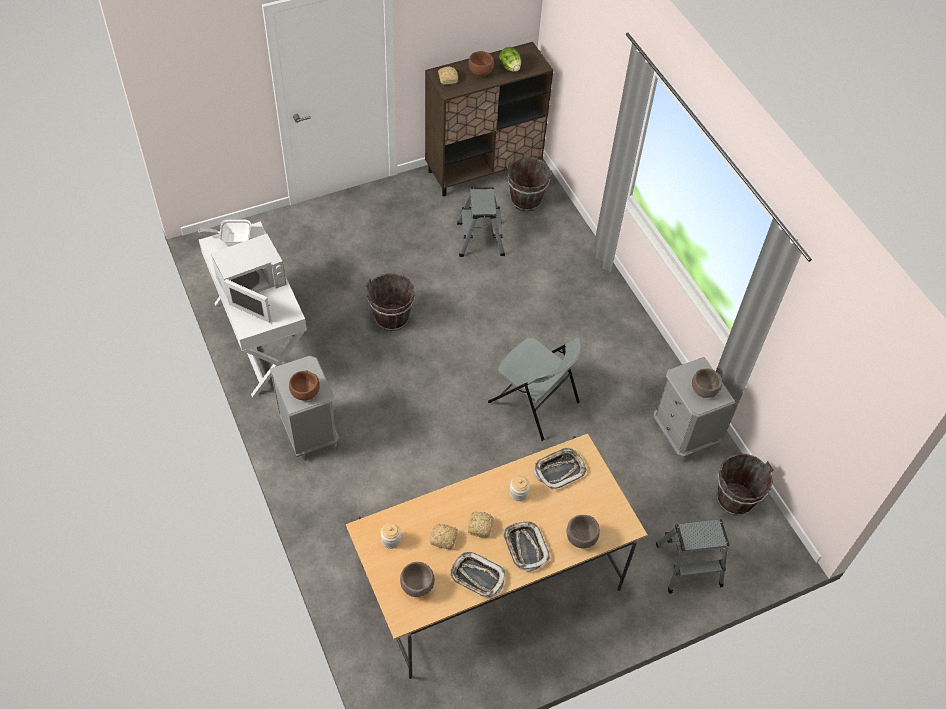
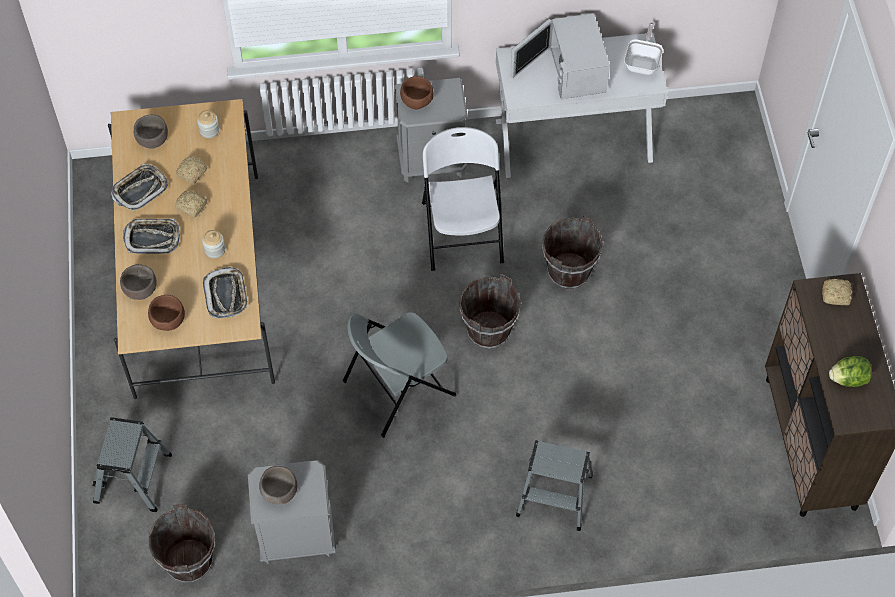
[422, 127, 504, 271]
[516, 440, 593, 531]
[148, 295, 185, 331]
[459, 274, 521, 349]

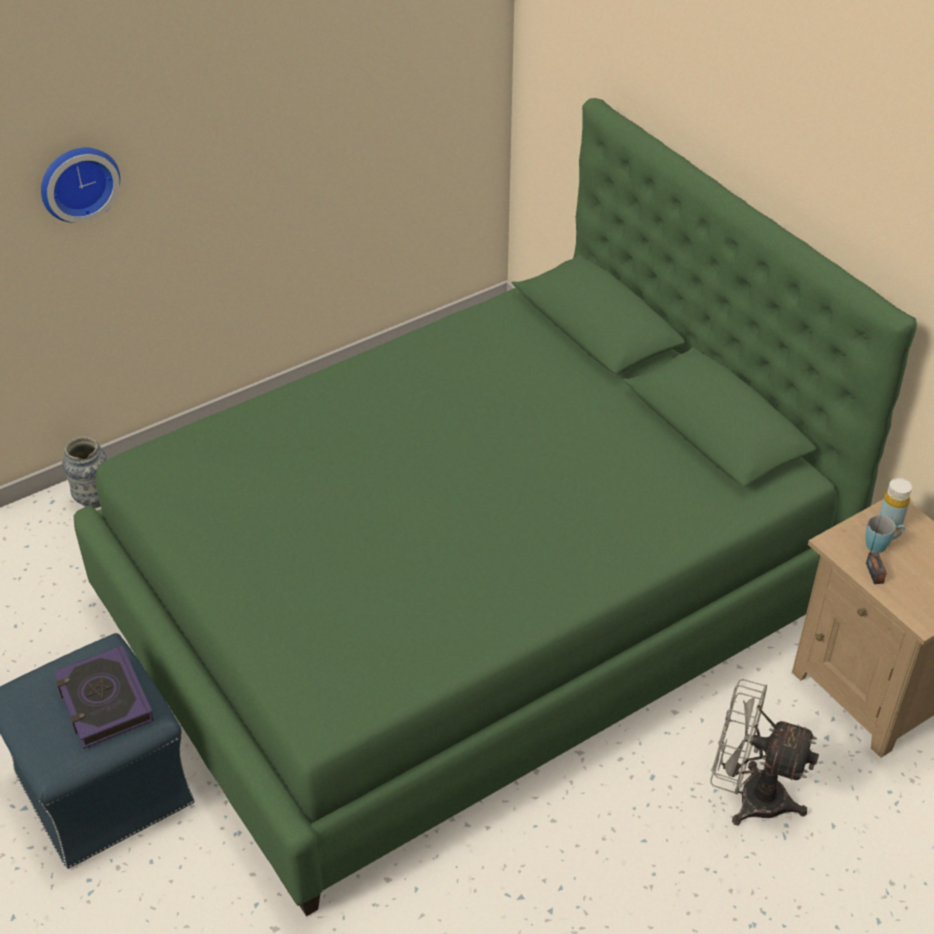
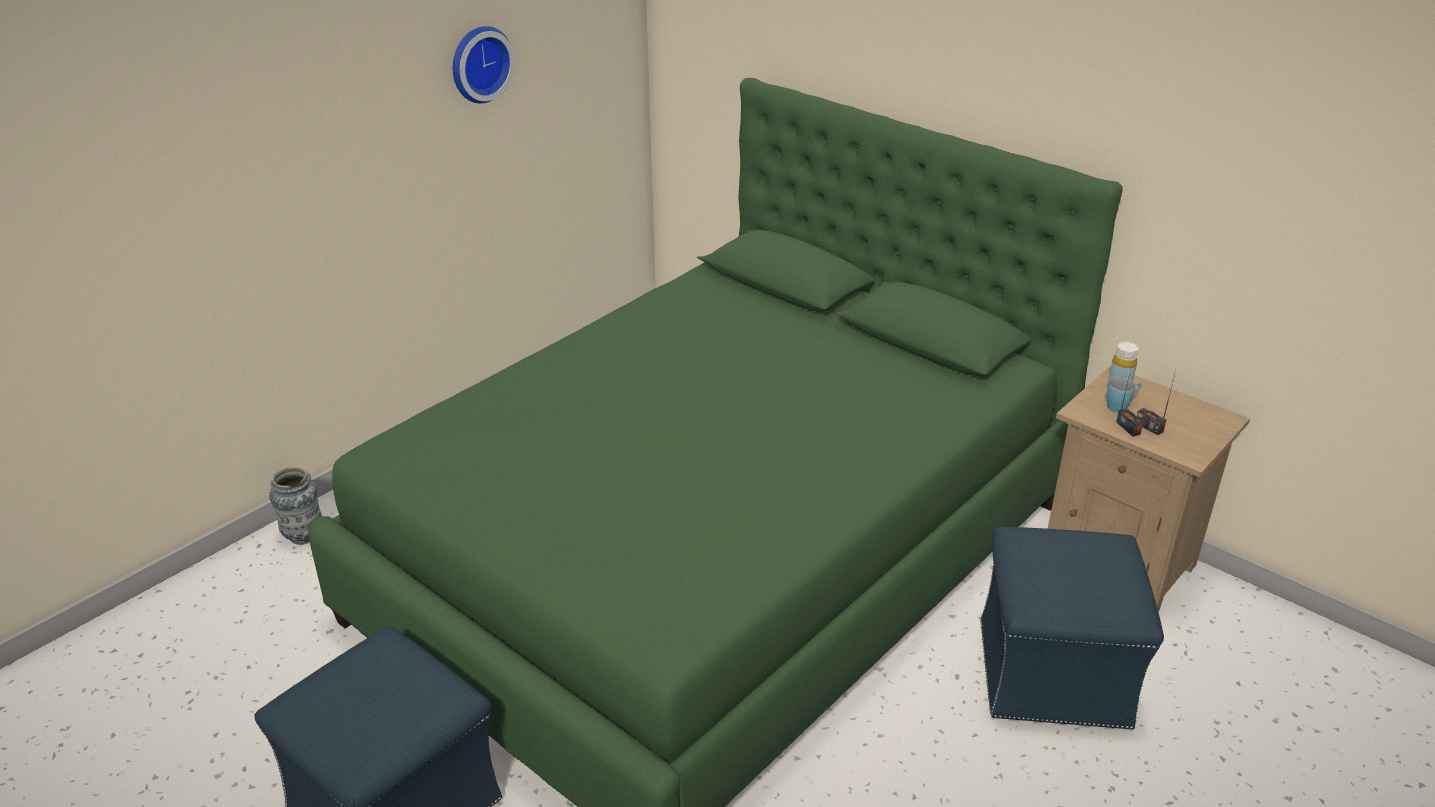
[53, 646, 154, 749] (first image)
[1137, 371, 1176, 435]
[453, 26, 515, 103]
[980, 527, 1164, 730]

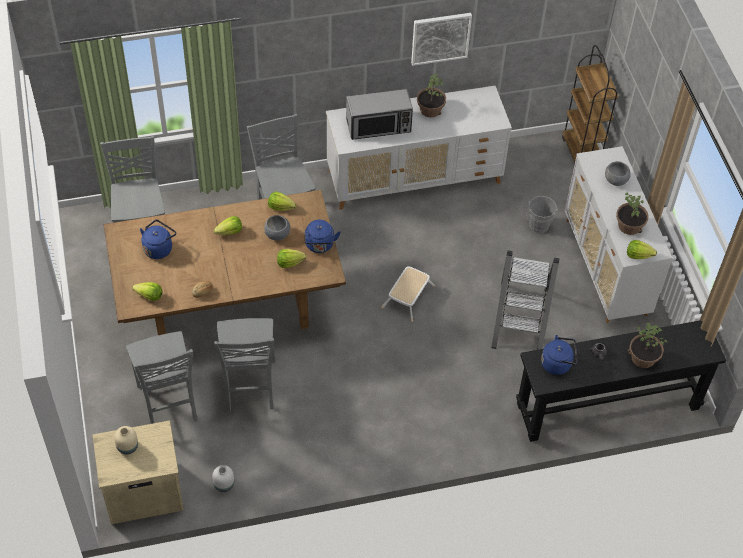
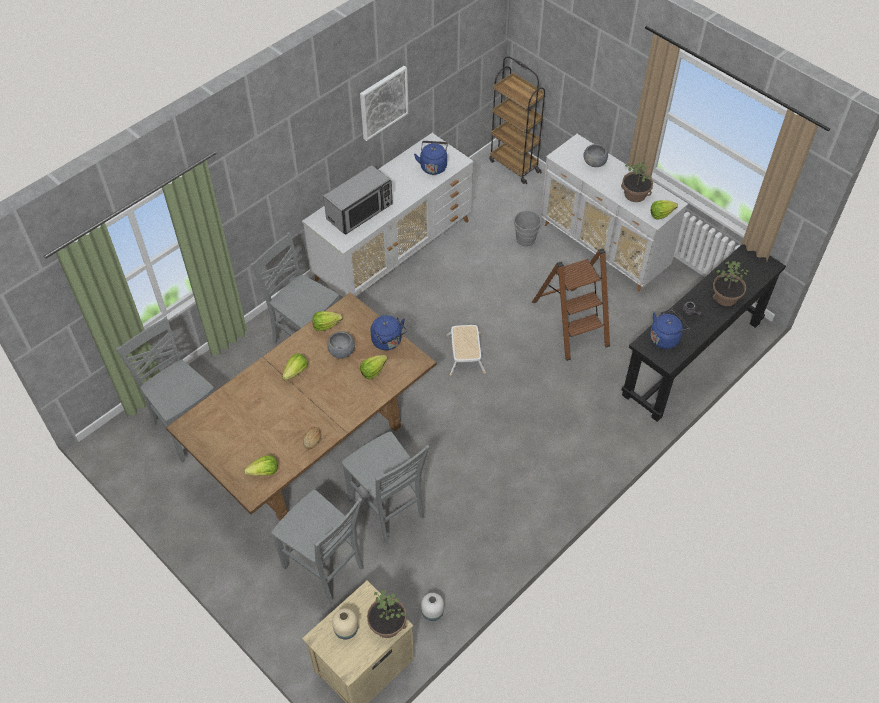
[414, 141, 448, 175]
[367, 590, 407, 638]
[532, 248, 610, 361]

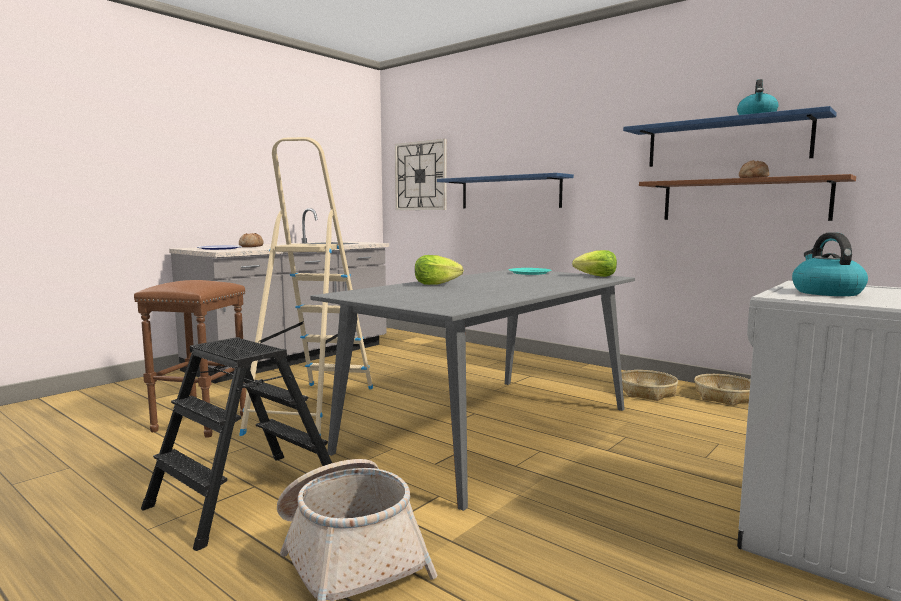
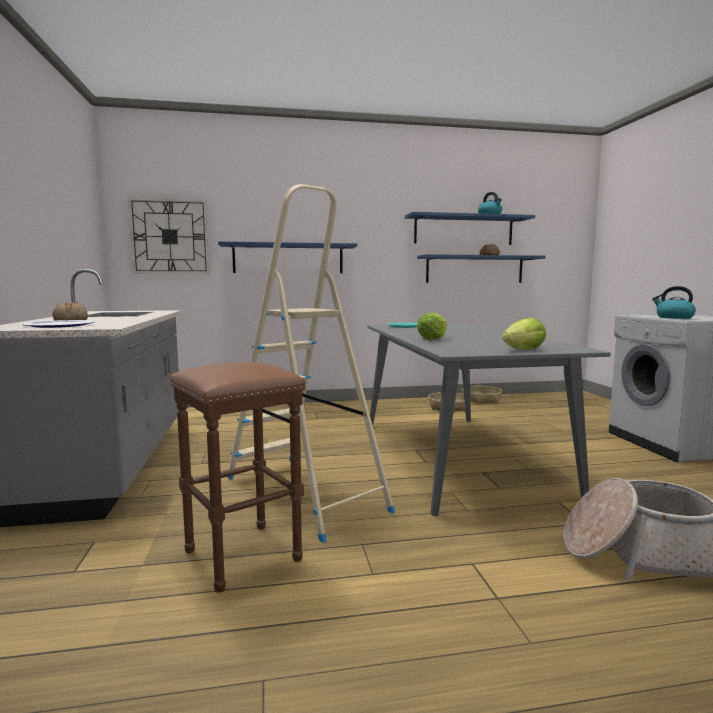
[141, 337, 332, 551] (first image)
[502, 318, 546, 350]
[417, 254, 545, 283]

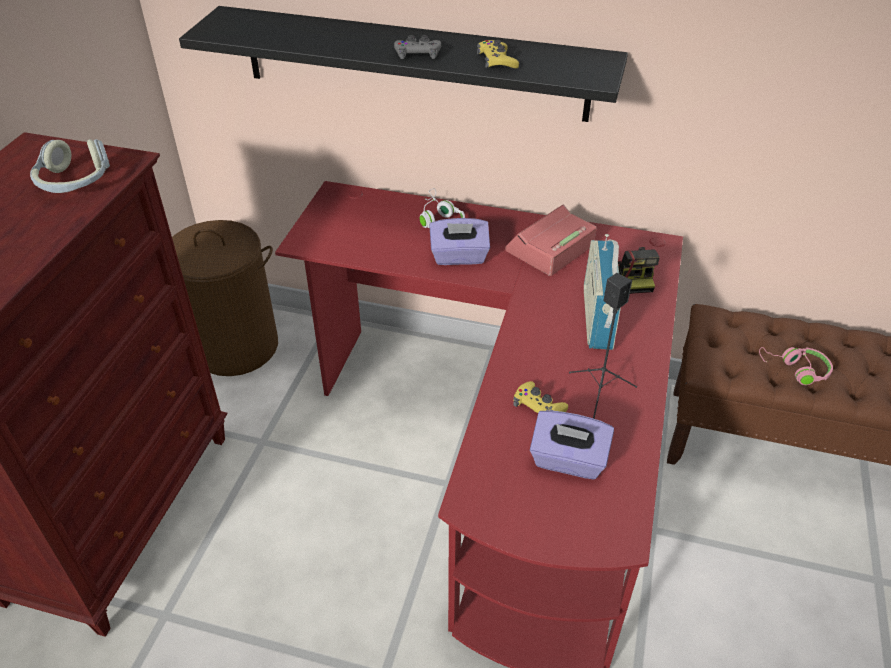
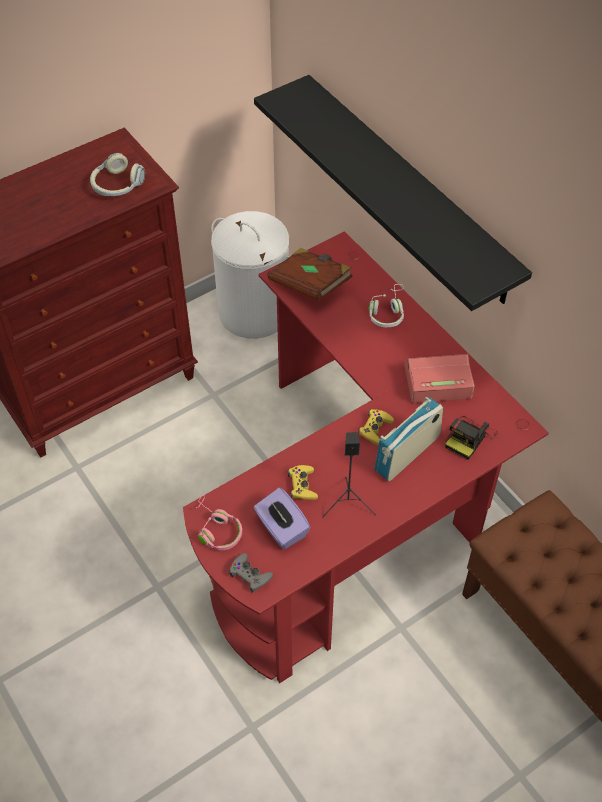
[429, 218, 490, 265] (first image)
[267, 248, 352, 301]
[229, 553, 273, 593]
[358, 409, 394, 446]
[196, 495, 242, 550]
[211, 211, 290, 339]

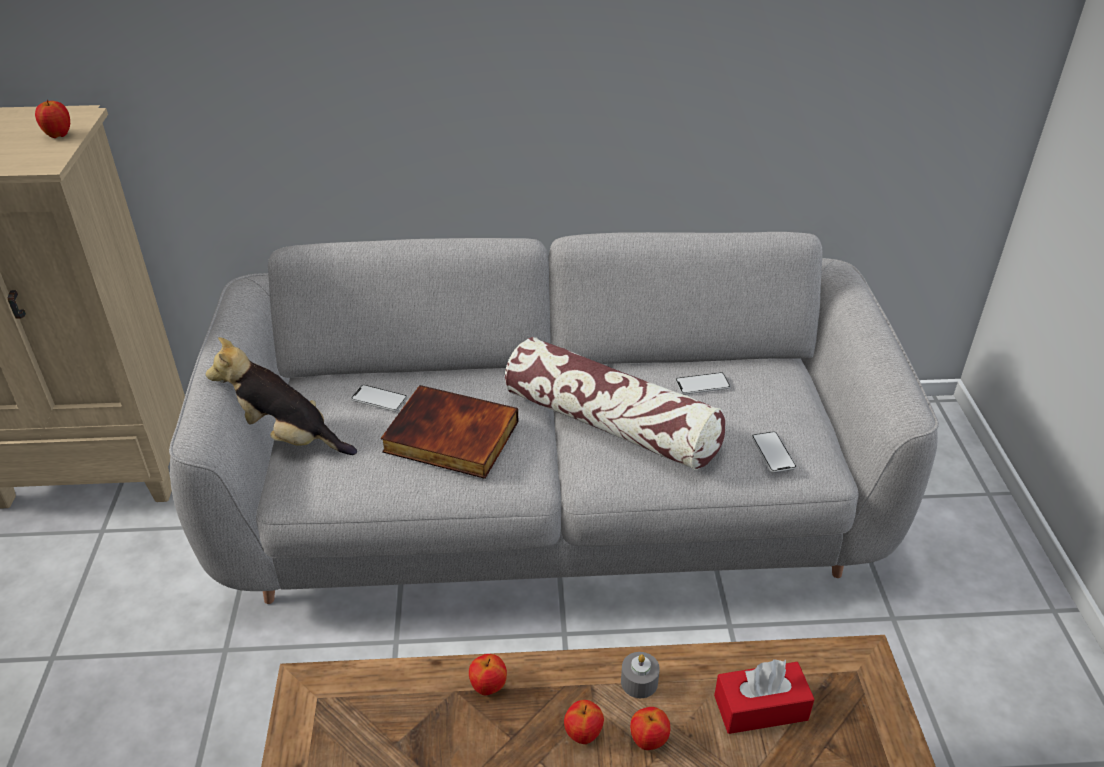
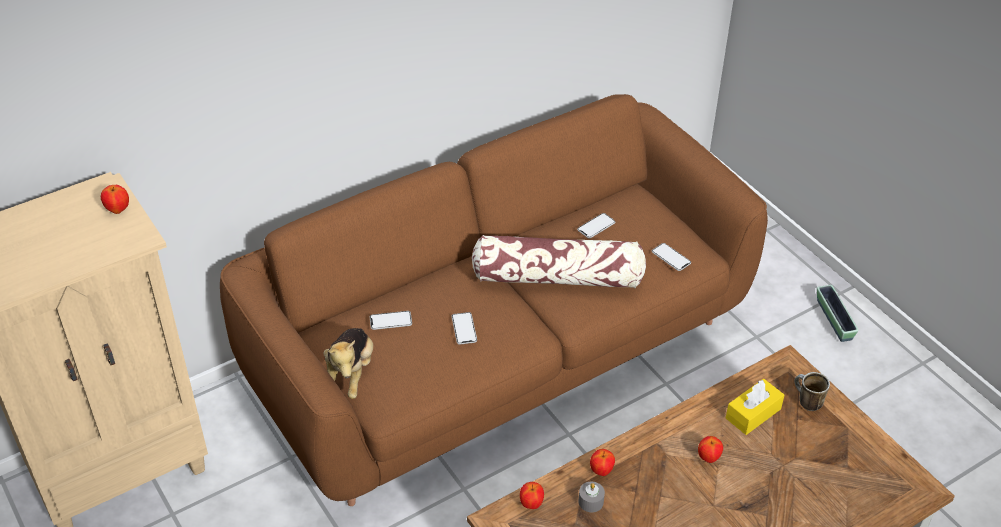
[795, 372, 830, 411]
[817, 285, 859, 342]
[520, 482, 544, 509]
[578, 482, 605, 512]
[452, 312, 477, 345]
[220, 94, 768, 506]
[726, 379, 785, 435]
[323, 328, 373, 399]

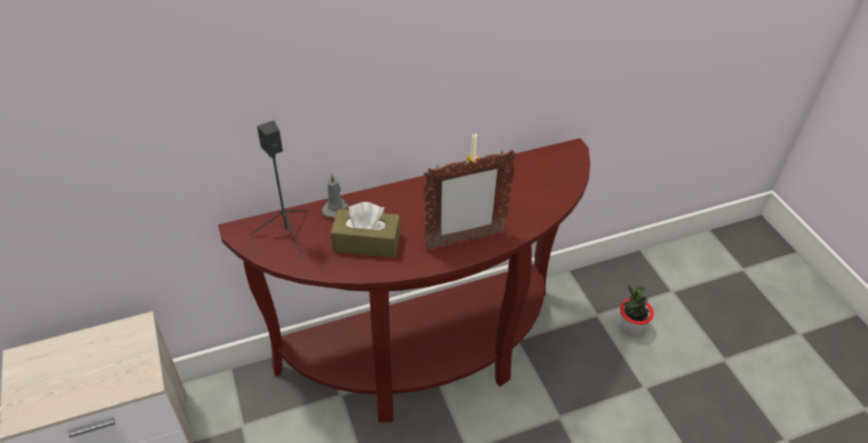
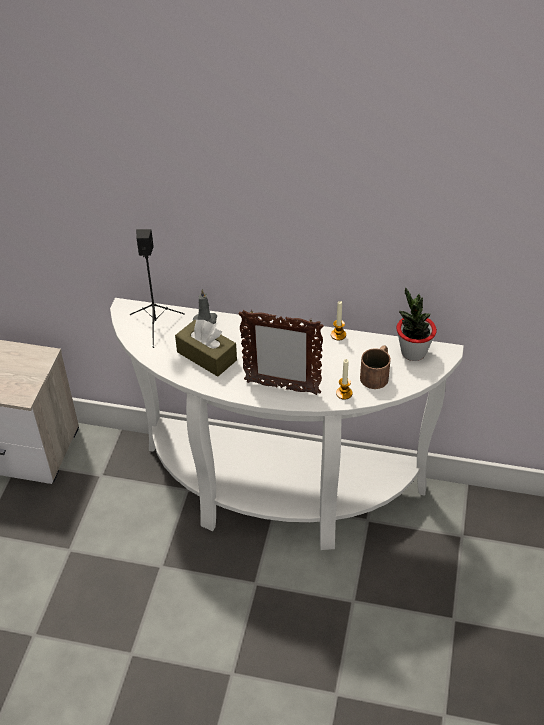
[336, 359, 353, 400]
[360, 345, 391, 389]
[397, 288, 437, 361]
[110, 298, 464, 550]

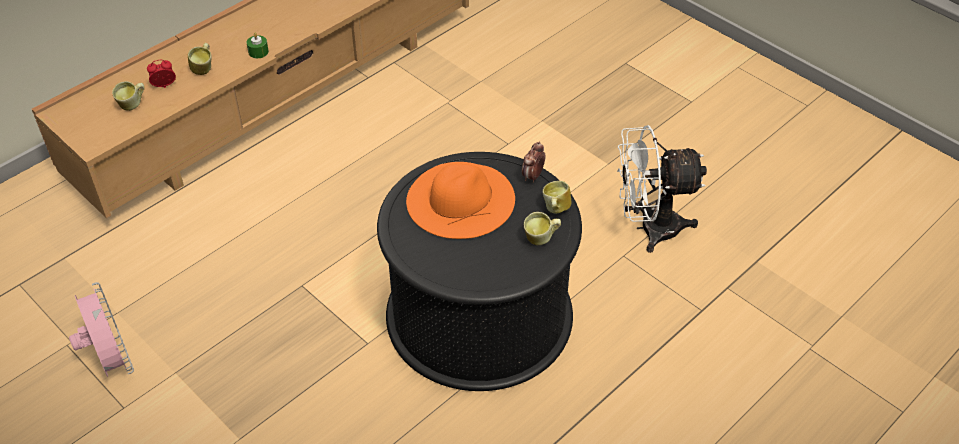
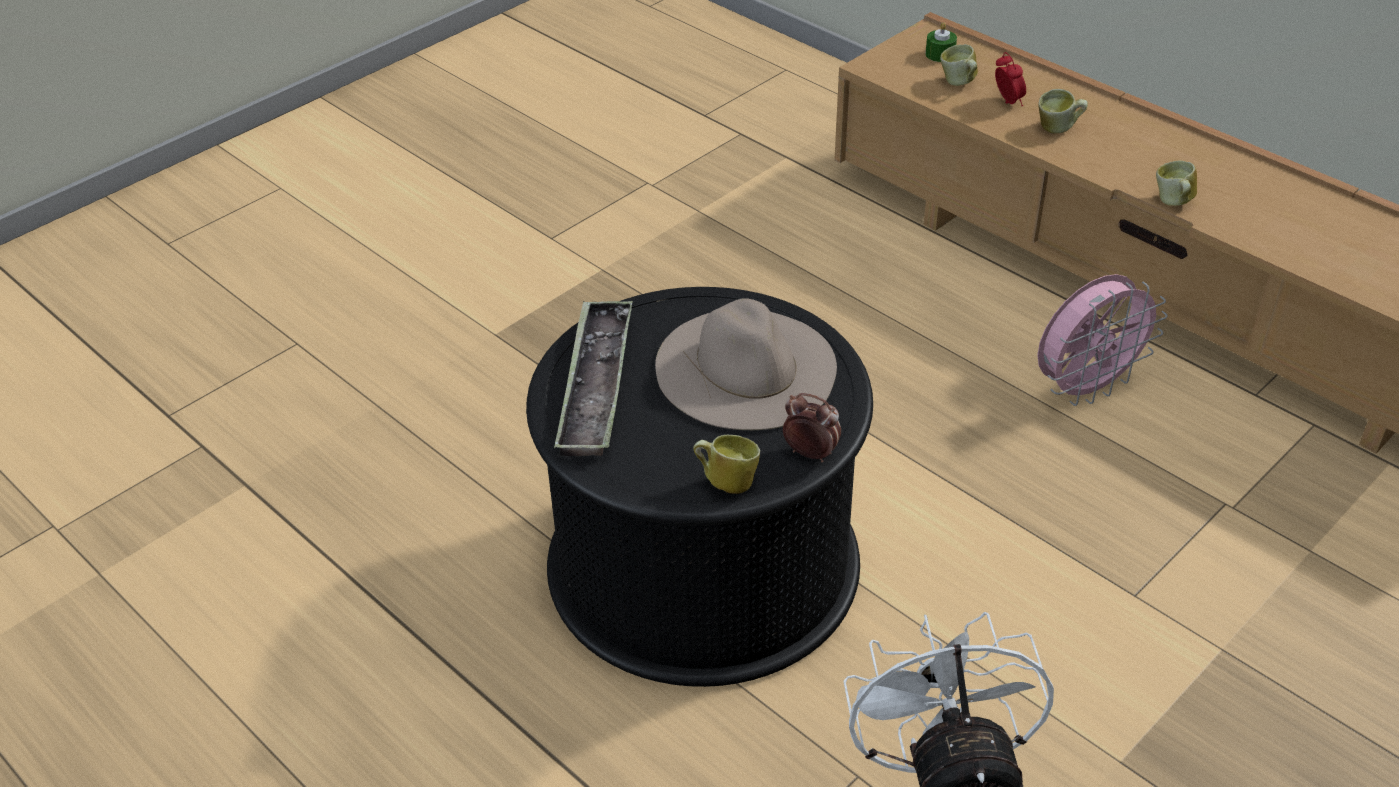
[554, 301, 633, 456]
[1037, 274, 1167, 406]
[926, 22, 957, 62]
[1156, 160, 1197, 206]
[655, 298, 837, 430]

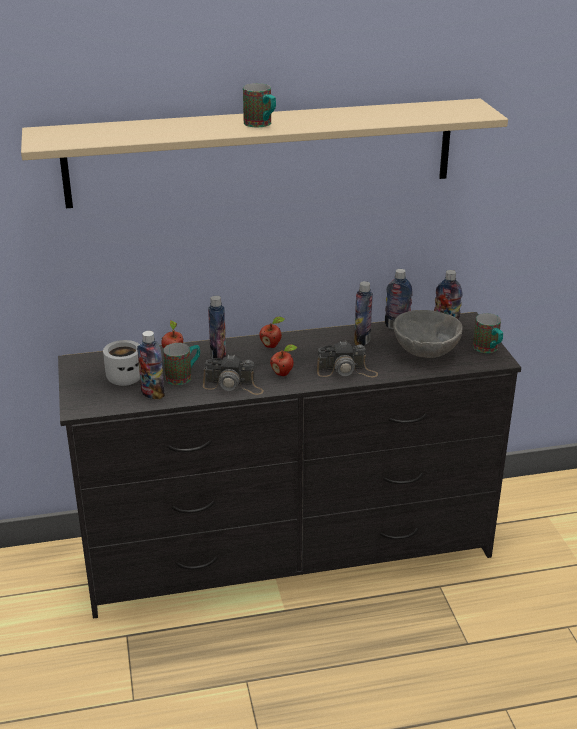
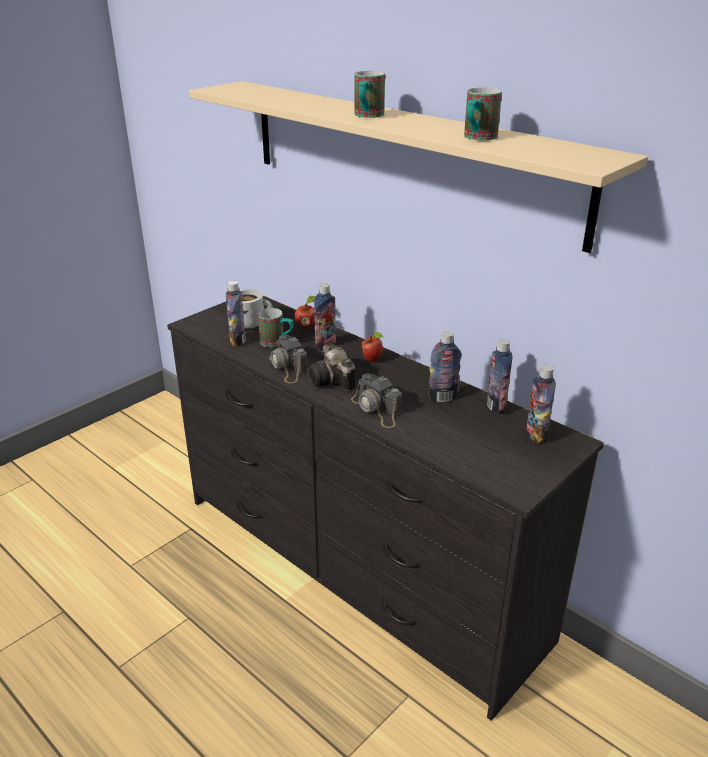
[393, 310, 462, 358] (first image)
[464, 88, 502, 140]
[309, 343, 356, 391]

